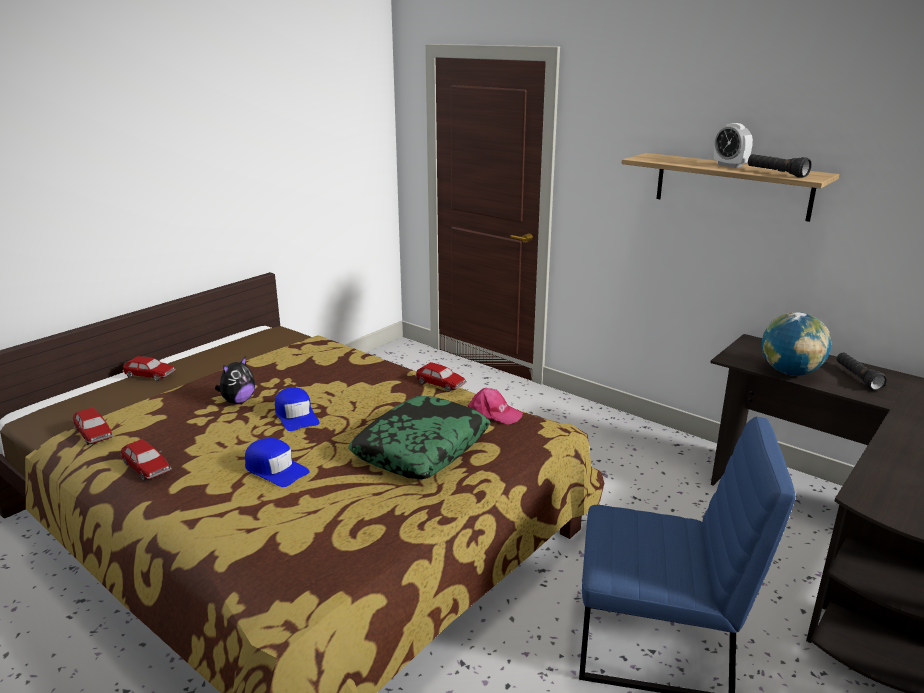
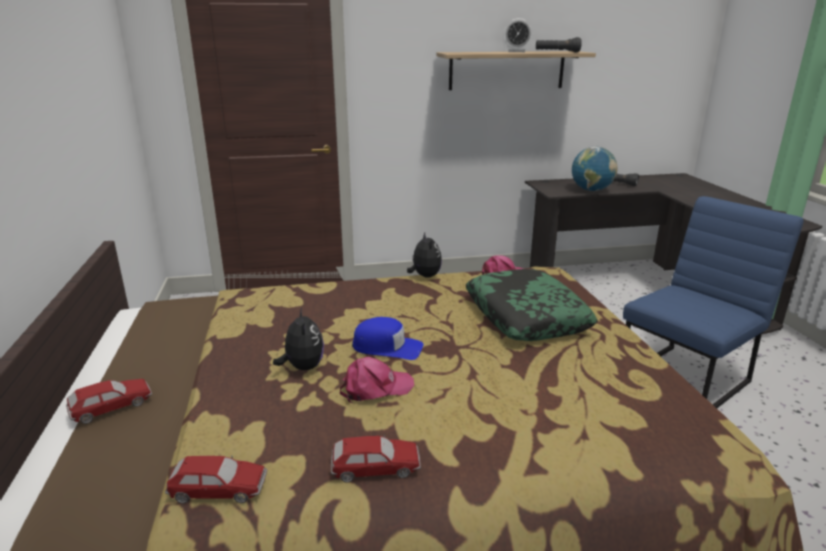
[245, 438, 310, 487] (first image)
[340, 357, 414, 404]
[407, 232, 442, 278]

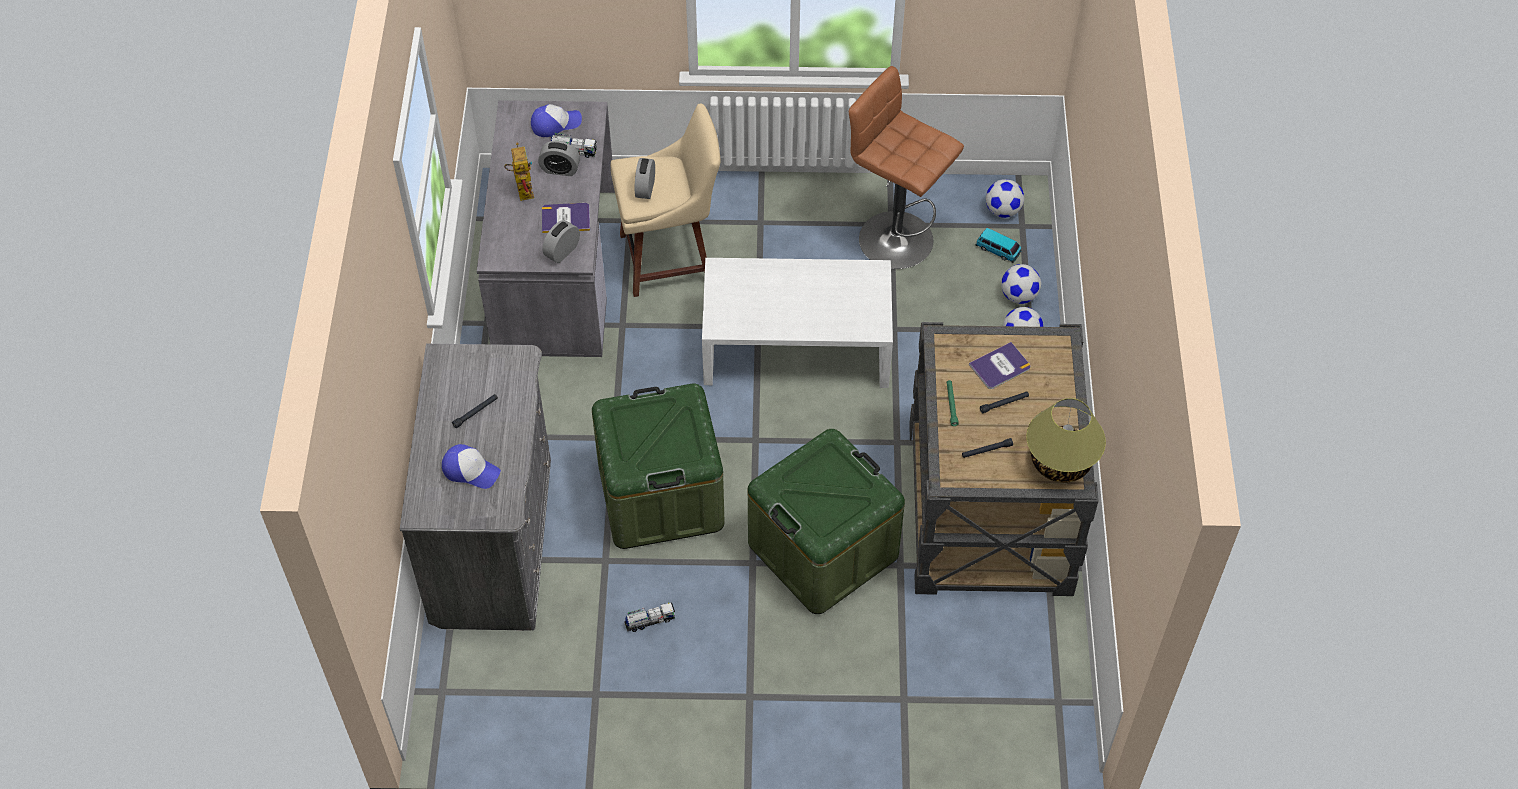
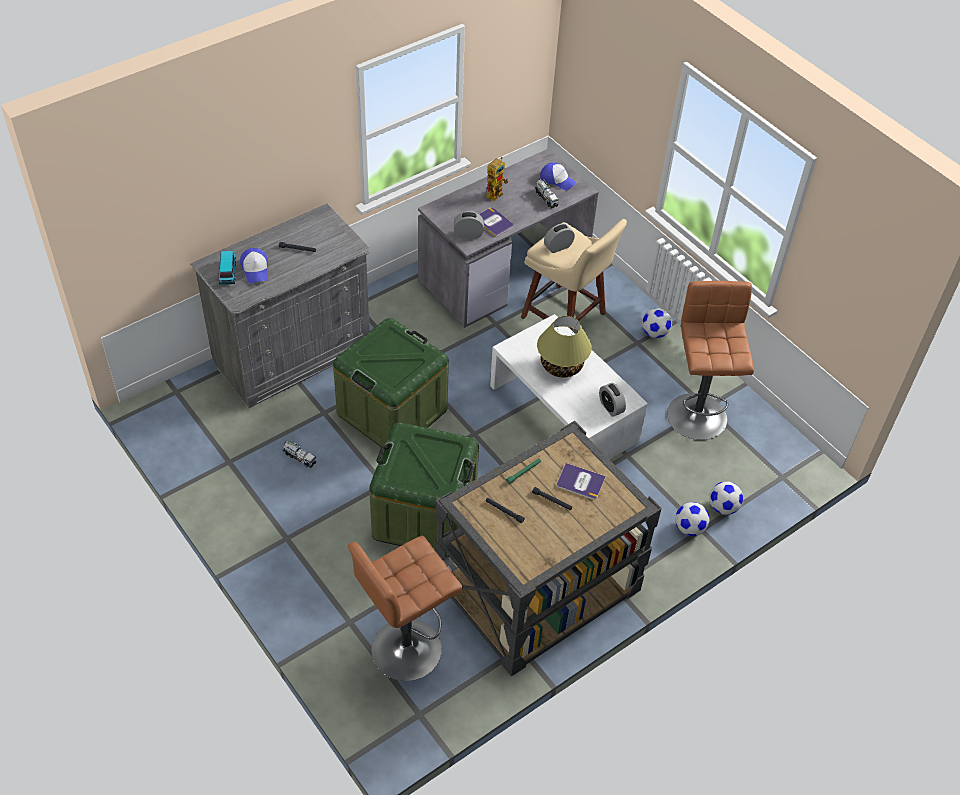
[348, 536, 463, 681]
[599, 383, 626, 417]
[217, 251, 236, 285]
[642, 308, 672, 338]
[537, 316, 592, 378]

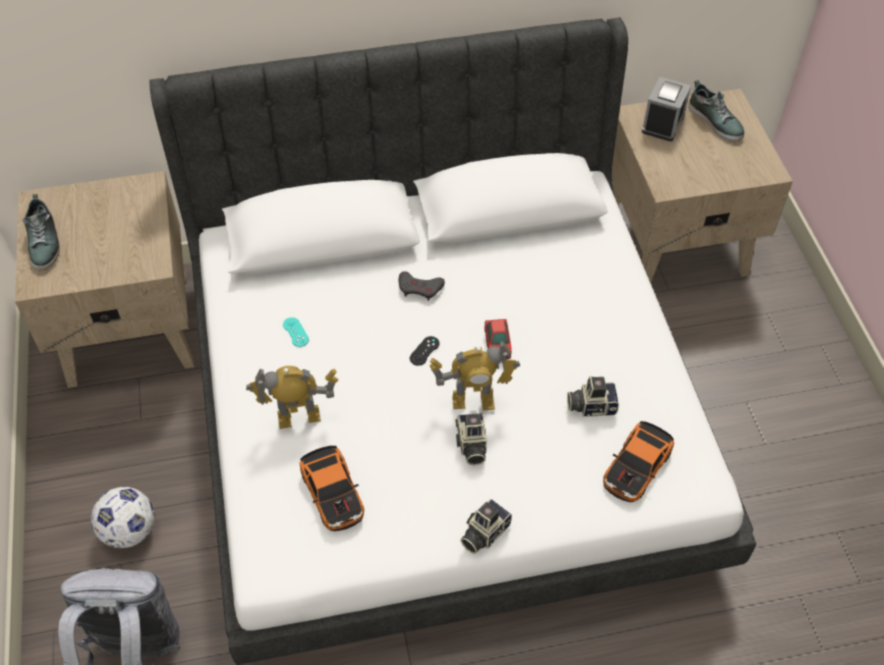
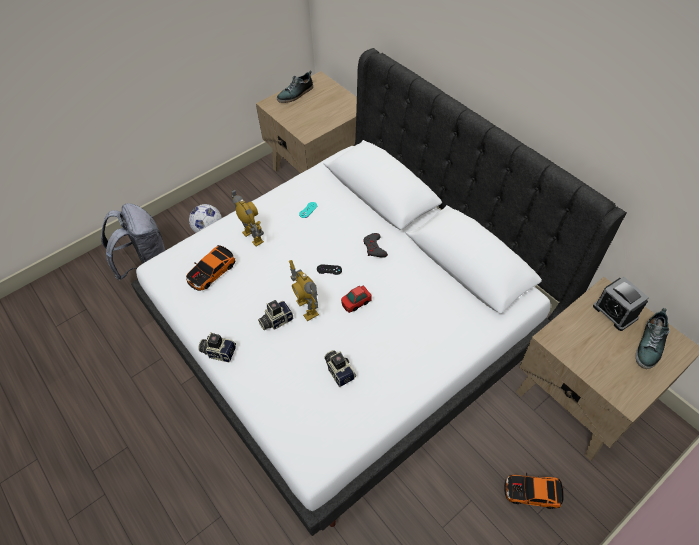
[504, 473, 564, 509]
[593, 277, 649, 331]

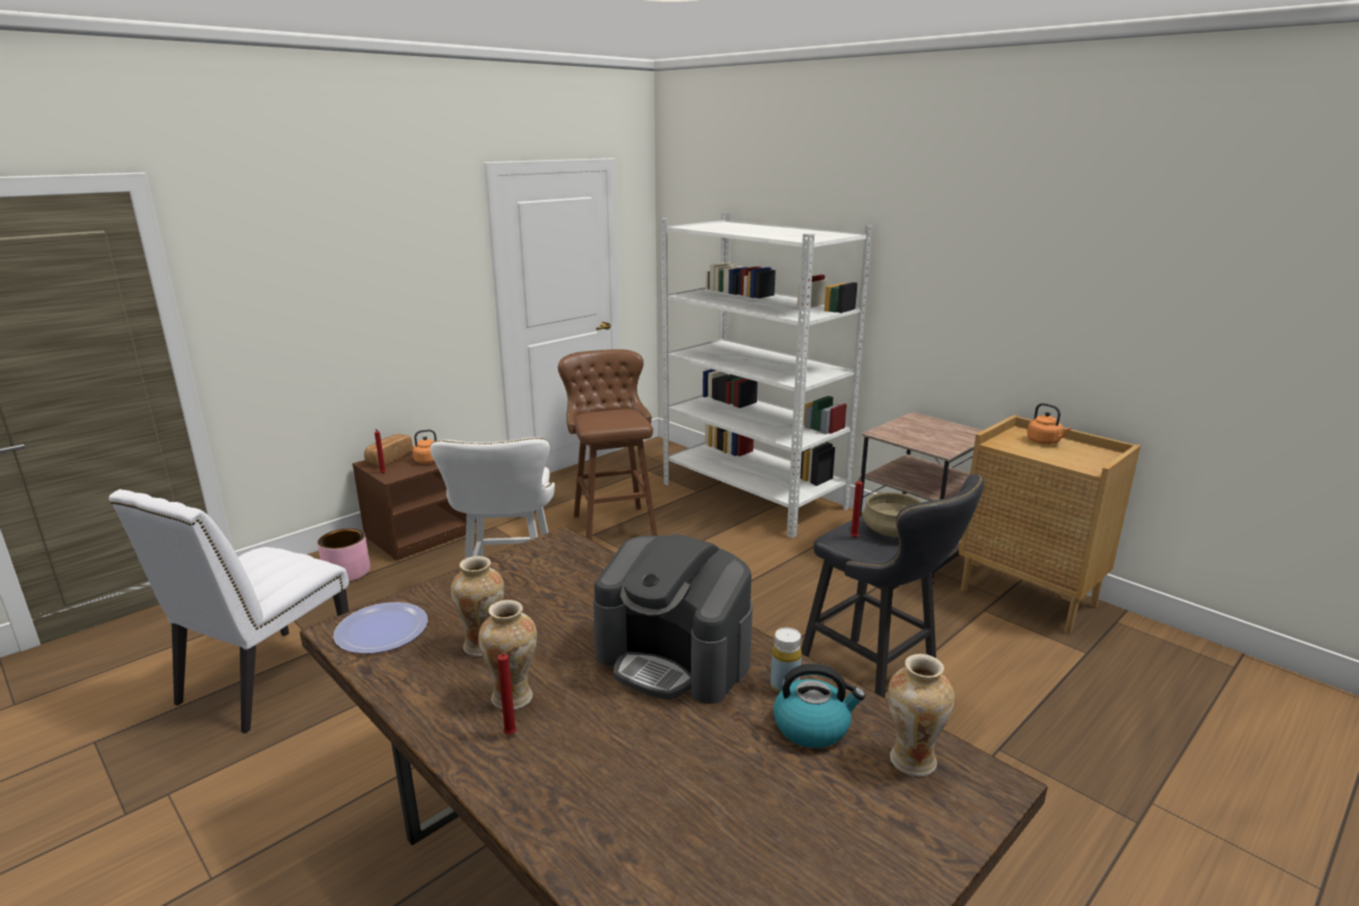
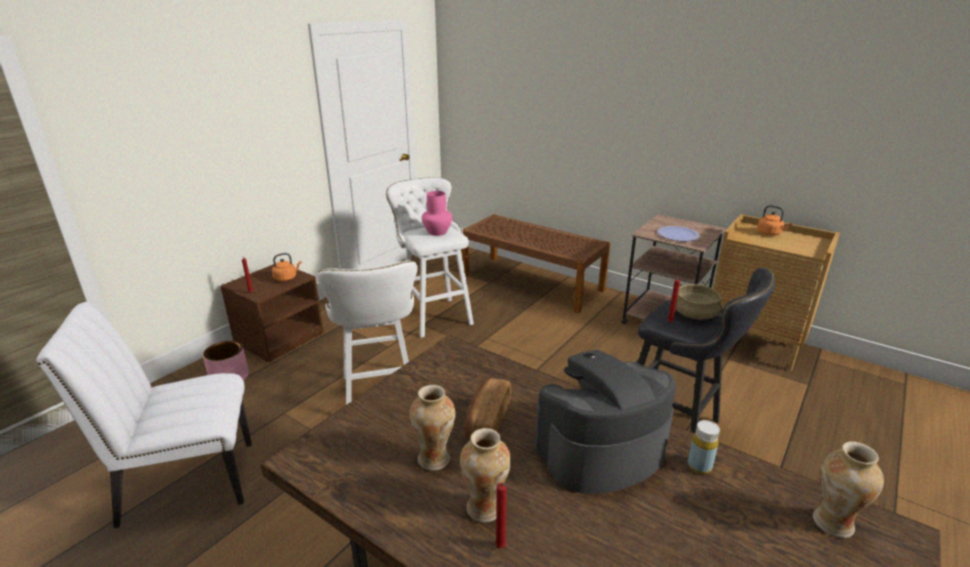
[773, 664, 865, 748] (first image)
[422, 191, 452, 236]
[657, 226, 700, 241]
[465, 378, 511, 441]
[461, 214, 610, 314]
[386, 177, 474, 338]
[36, 302, 252, 528]
[535, 350, 676, 494]

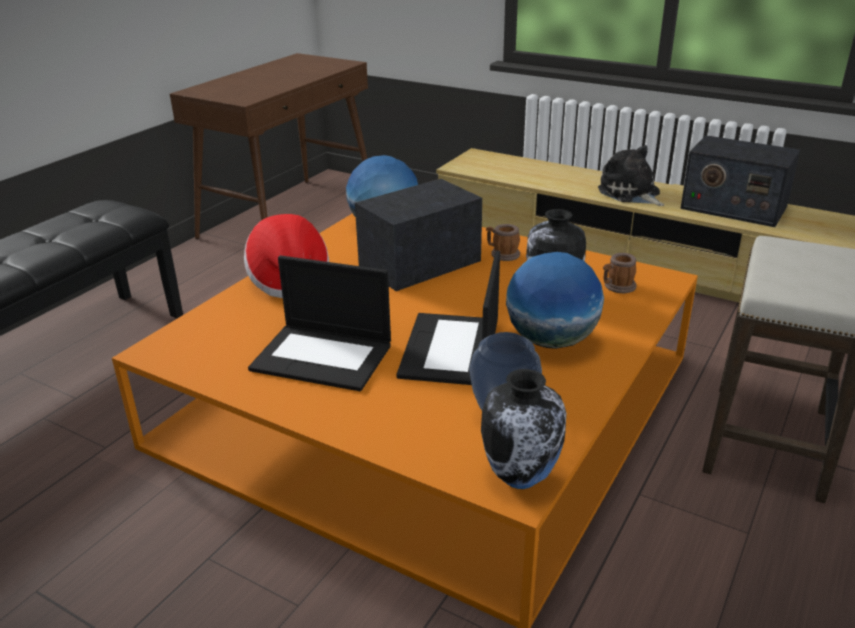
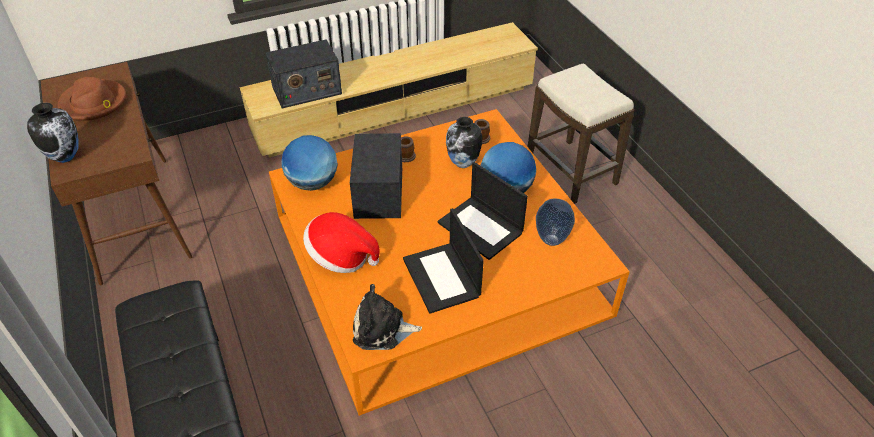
[58, 77, 126, 121]
[27, 103, 78, 163]
[353, 284, 422, 350]
[266, 39, 342, 108]
[403, 208, 484, 314]

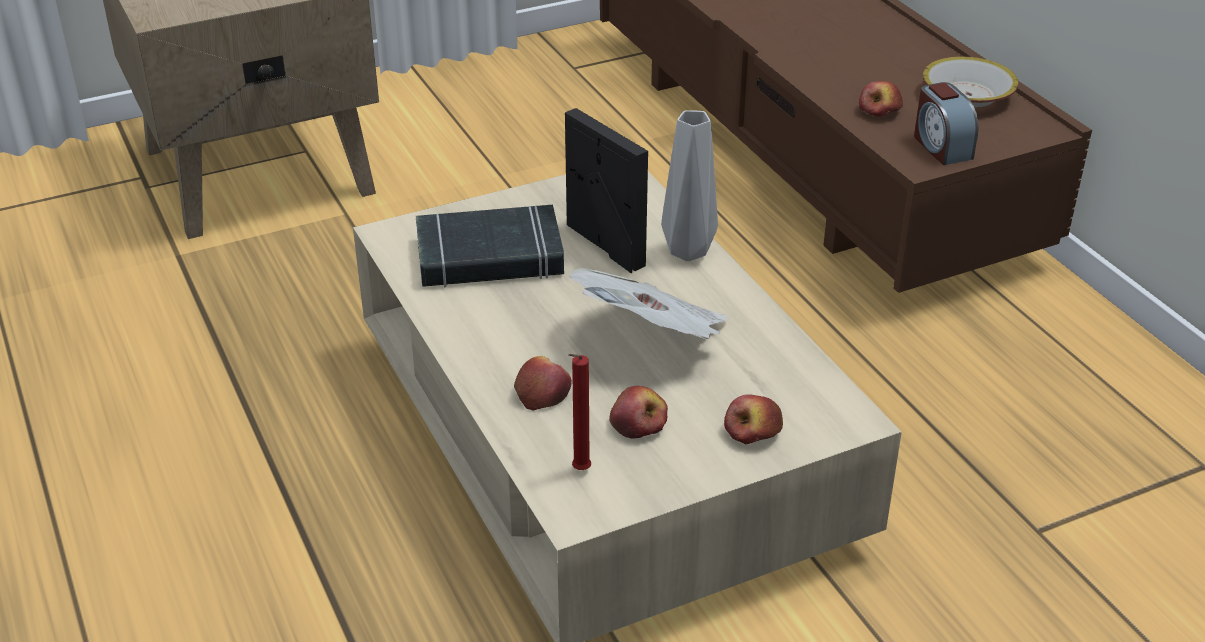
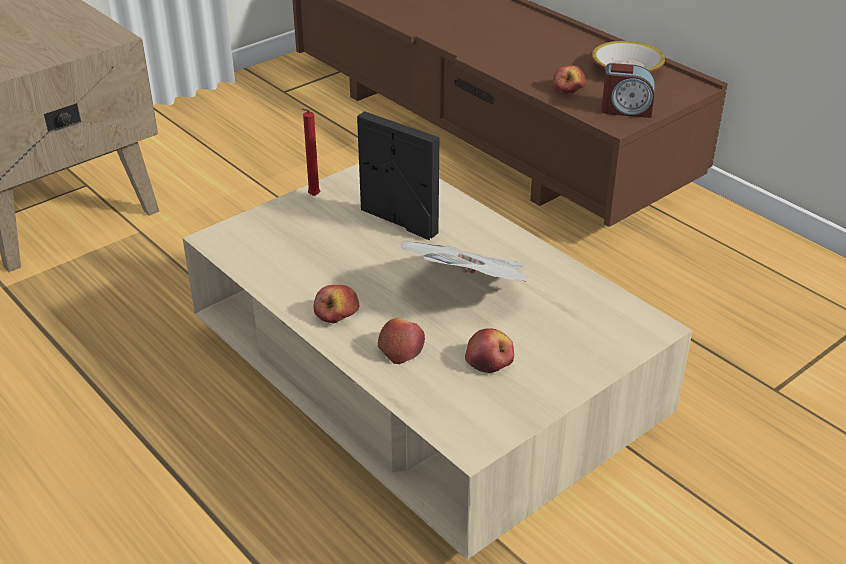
[416, 205, 564, 288] (first image)
[661, 110, 718, 261] (first image)
[302, 108, 320, 196]
[314, 285, 359, 324]
[601, 63, 654, 118]

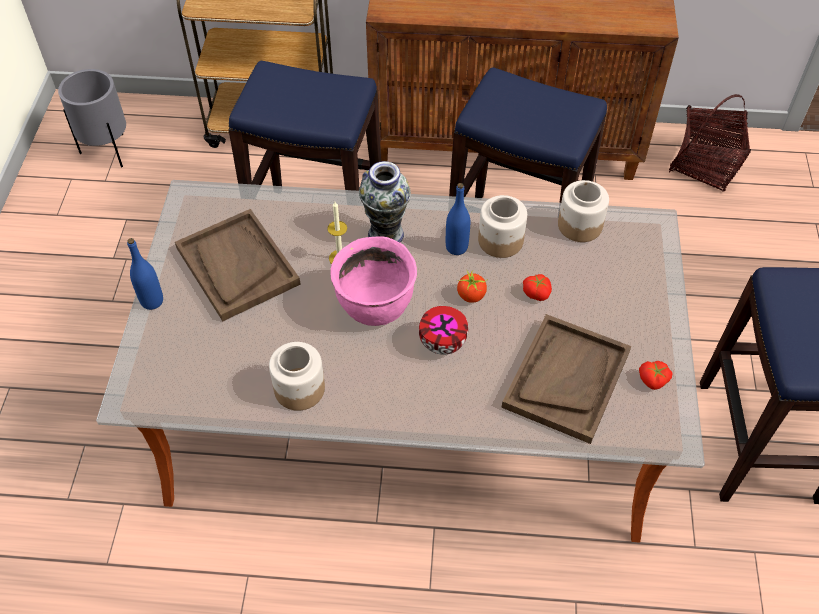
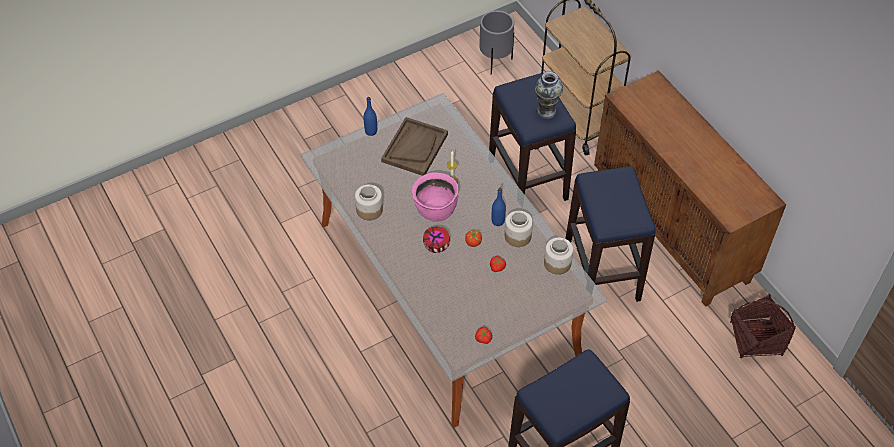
[502, 314, 631, 444] (first image)
[535, 71, 563, 119]

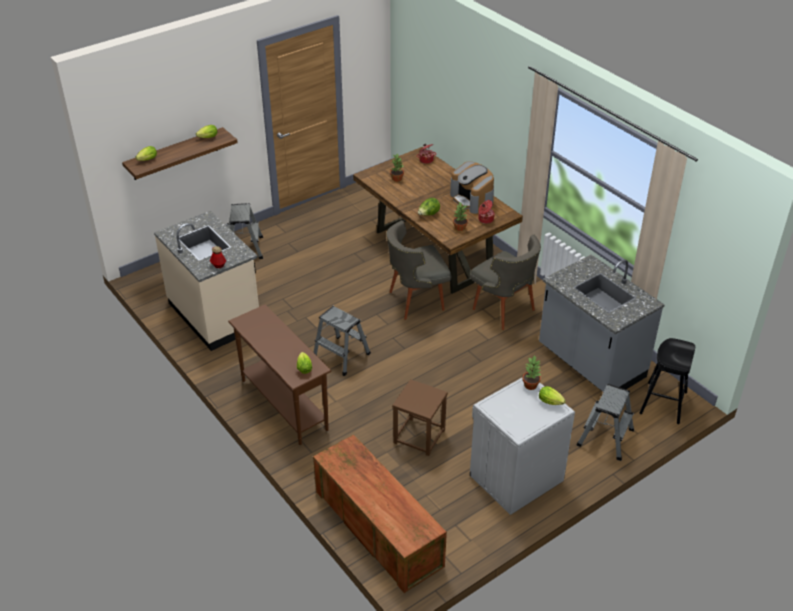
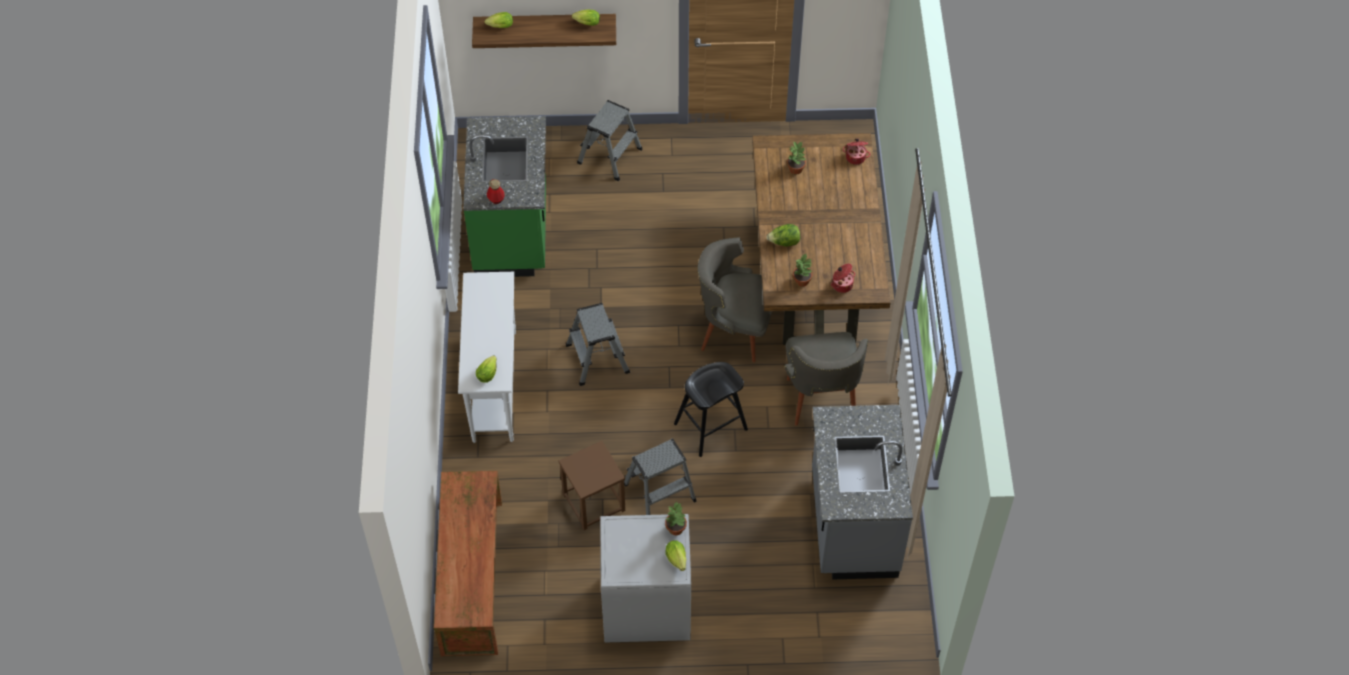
[450, 161, 494, 214] (first image)
[624, 438, 696, 515]
[674, 362, 748, 457]
[463, 116, 546, 277]
[458, 272, 516, 443]

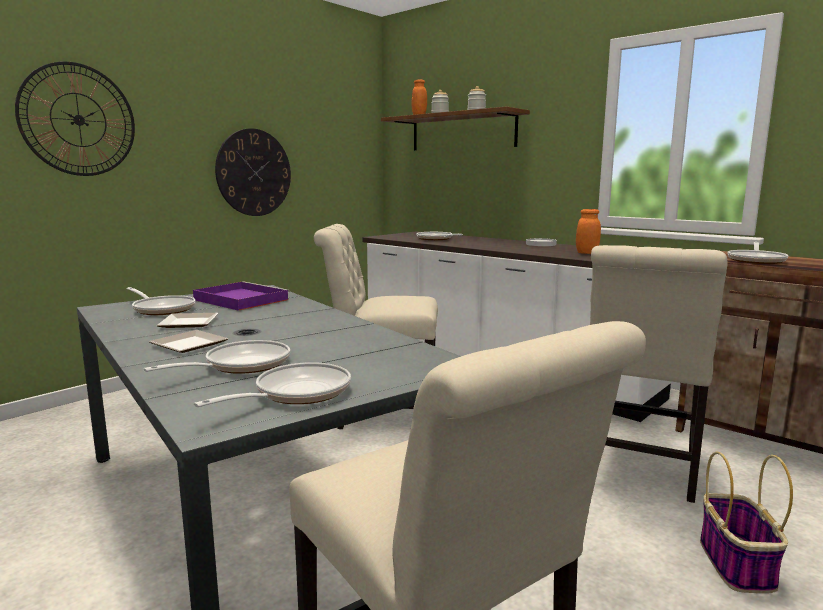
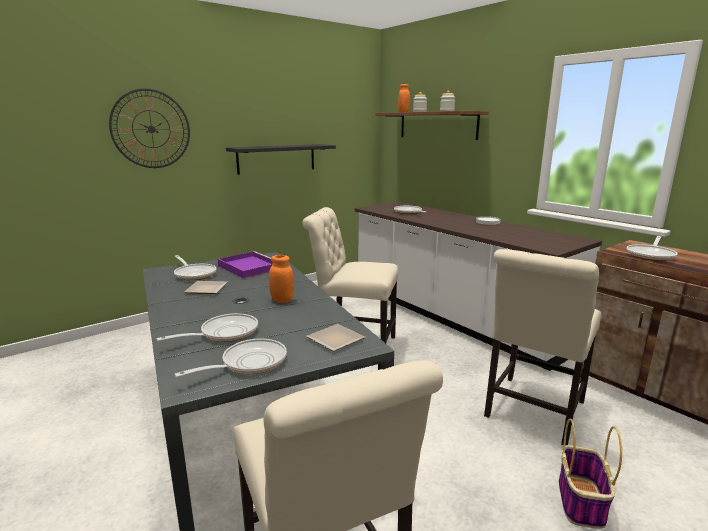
[306, 324, 365, 351]
[269, 255, 294, 303]
[226, 144, 336, 175]

